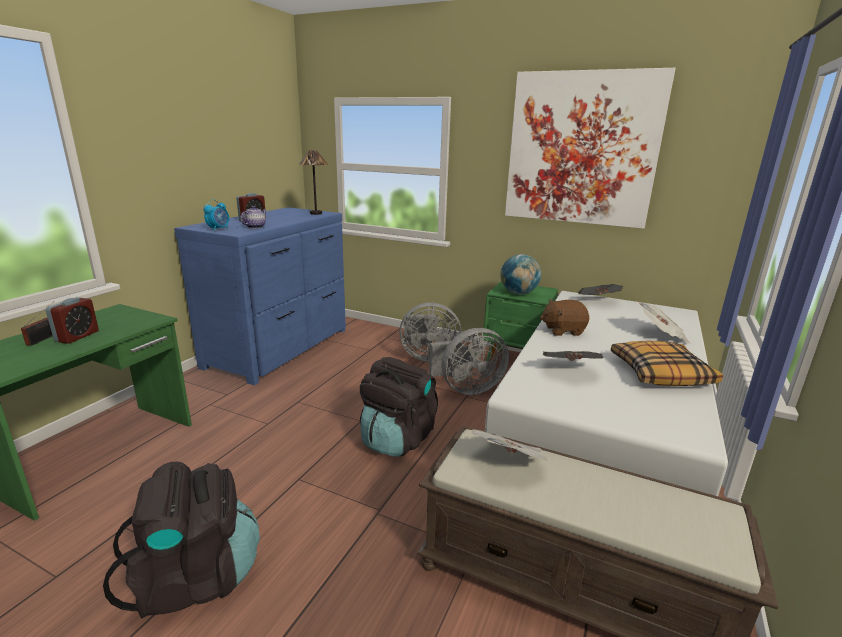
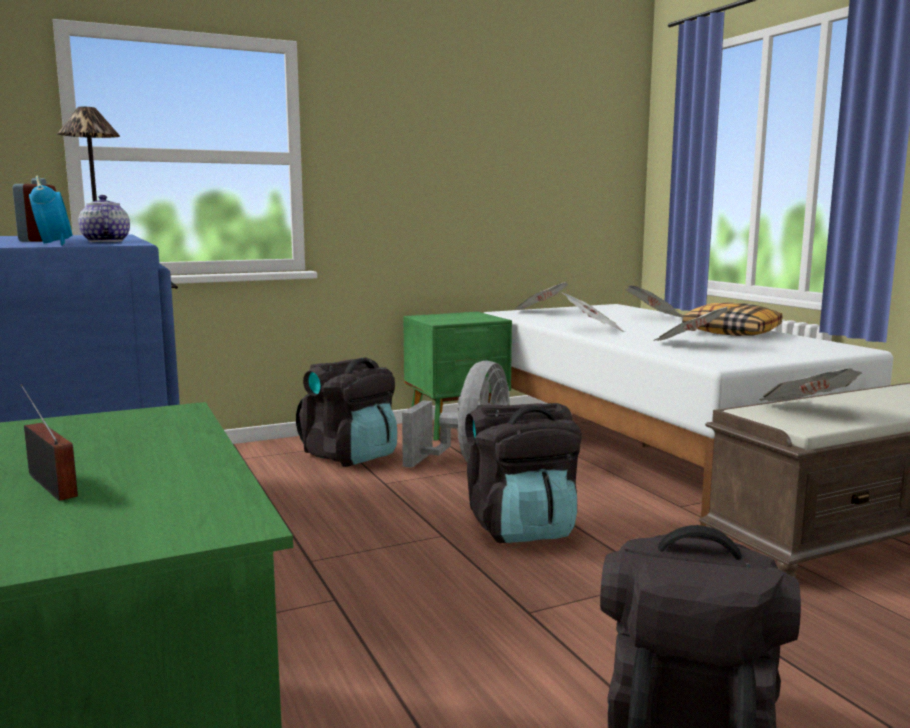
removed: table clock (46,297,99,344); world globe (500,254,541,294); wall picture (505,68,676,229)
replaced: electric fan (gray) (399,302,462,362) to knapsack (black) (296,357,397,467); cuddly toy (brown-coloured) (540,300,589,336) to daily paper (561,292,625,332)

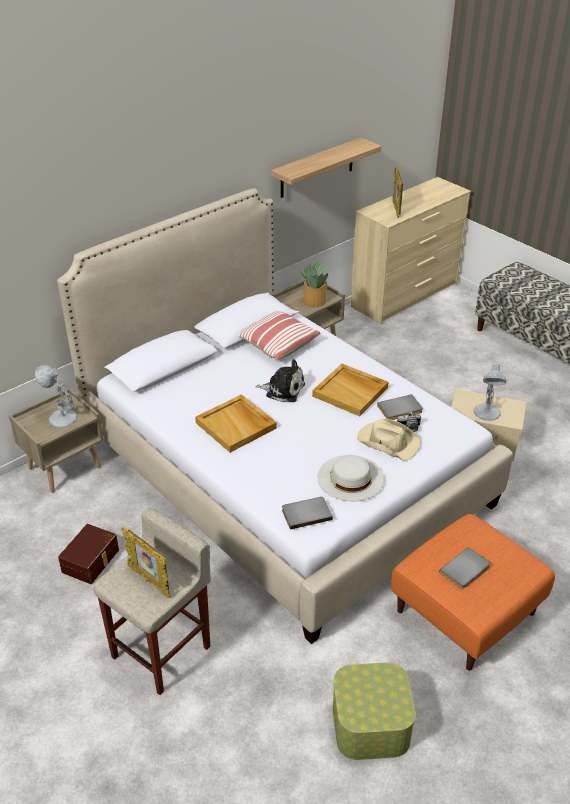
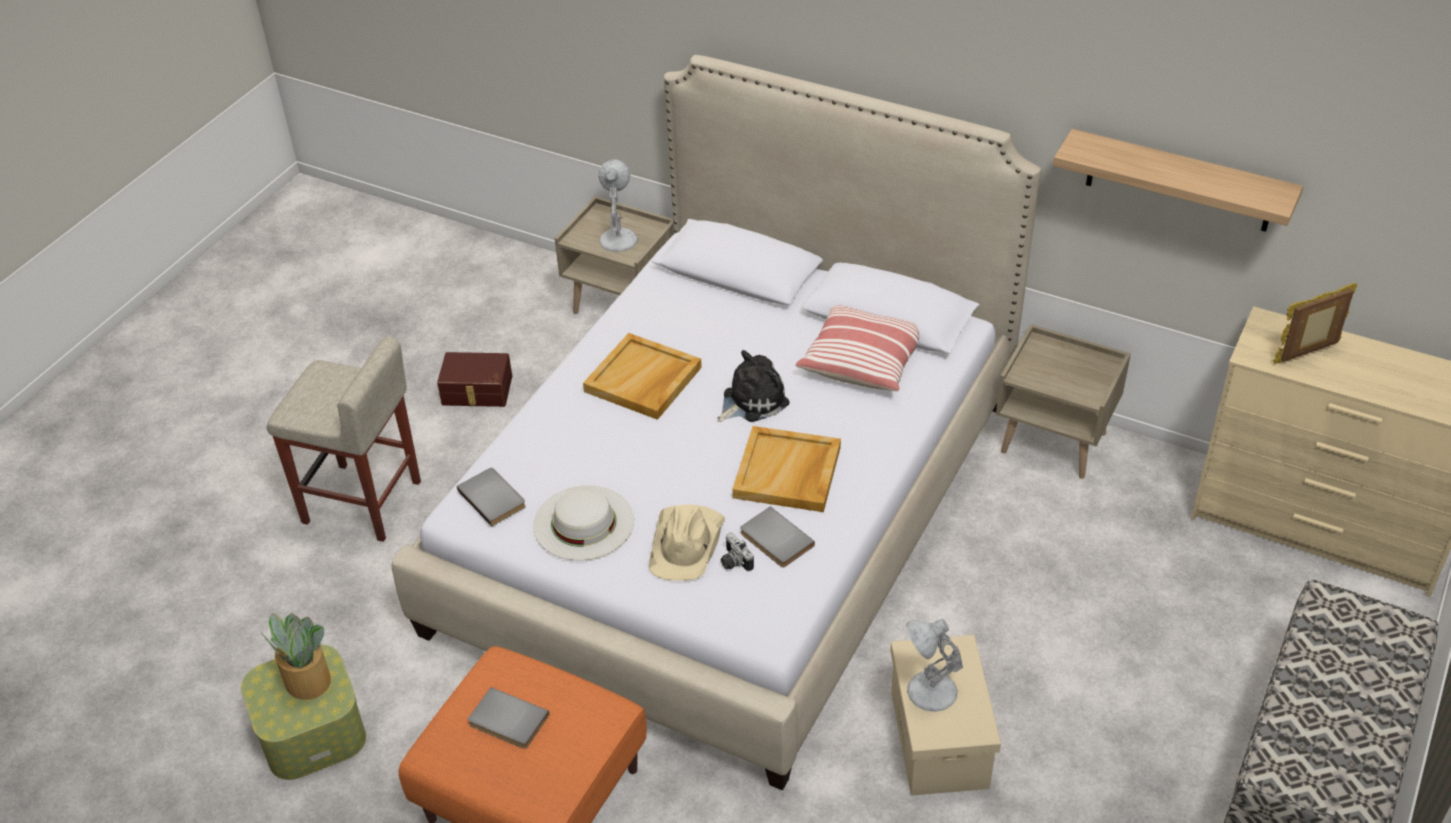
removed: photo frame (122,527,171,598)
moved: houseplant (301,262,329,307) to (260,613,331,700)
turned: cuddly toy (255,359,305,402) = (717,350,789,422) 120 degrees counterclockwise

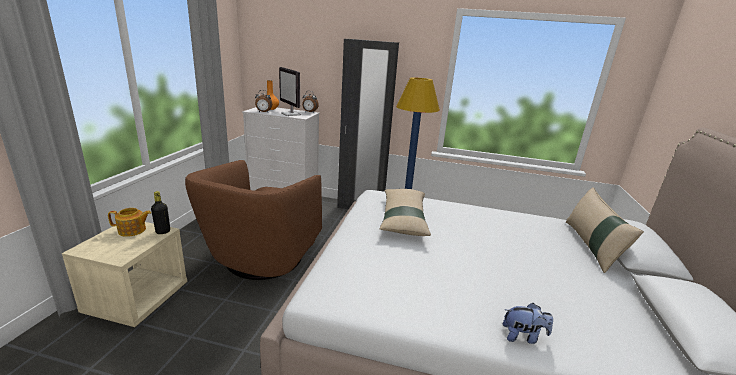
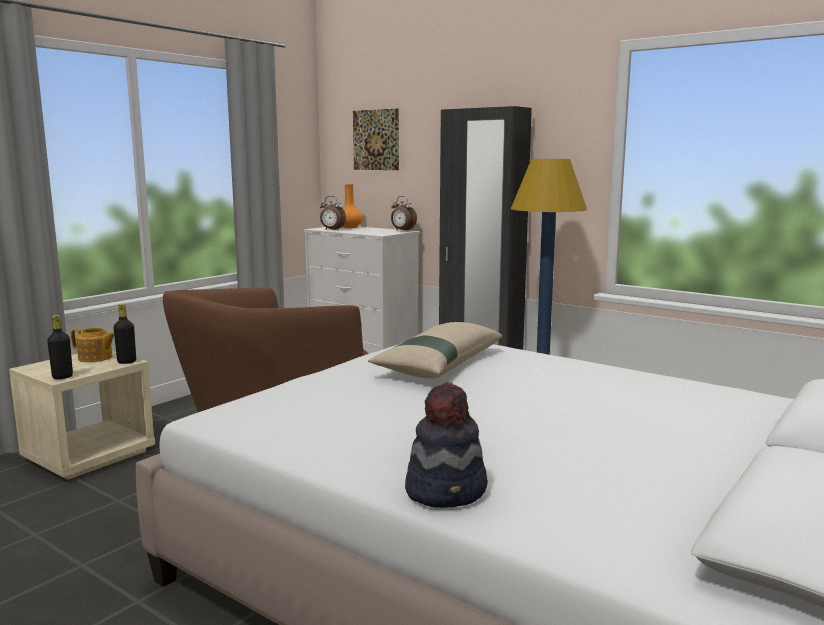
removed: computer display (279,67,301,116); cushion (beige-coloured) (566,187,644,273)
added: beverage bottle (black) (47,315,73,379); wall picture (353,109,399,170)
replaced: cuddly toy (503,303,553,344) to clothing hat (405,382,488,508)

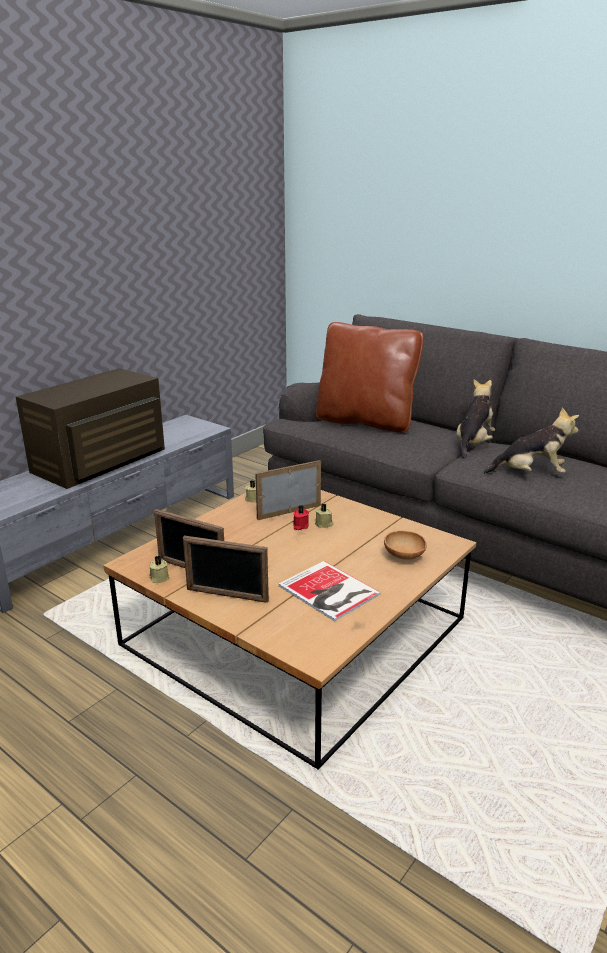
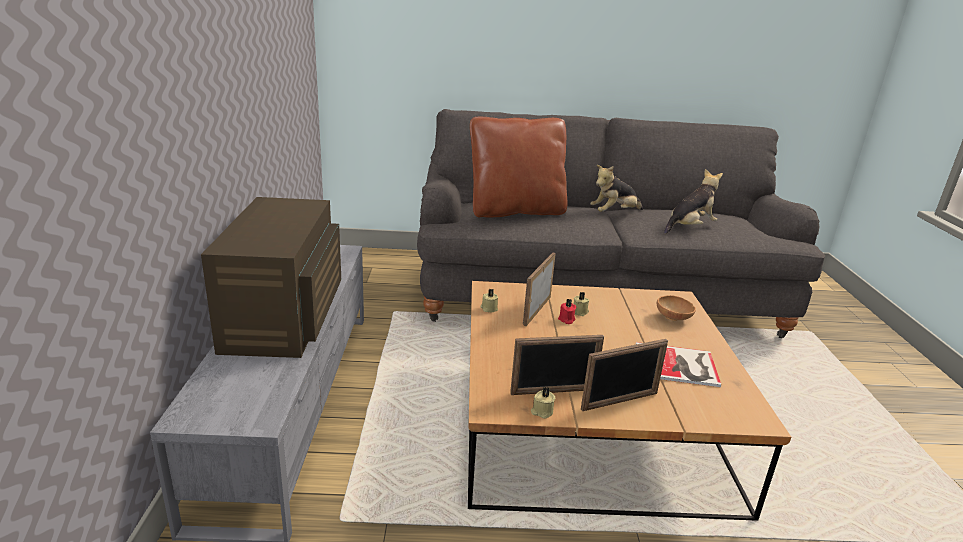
turned: cuddly toy (456,379,495,459) = (590,165,643,212) 105 degrees counterclockwise

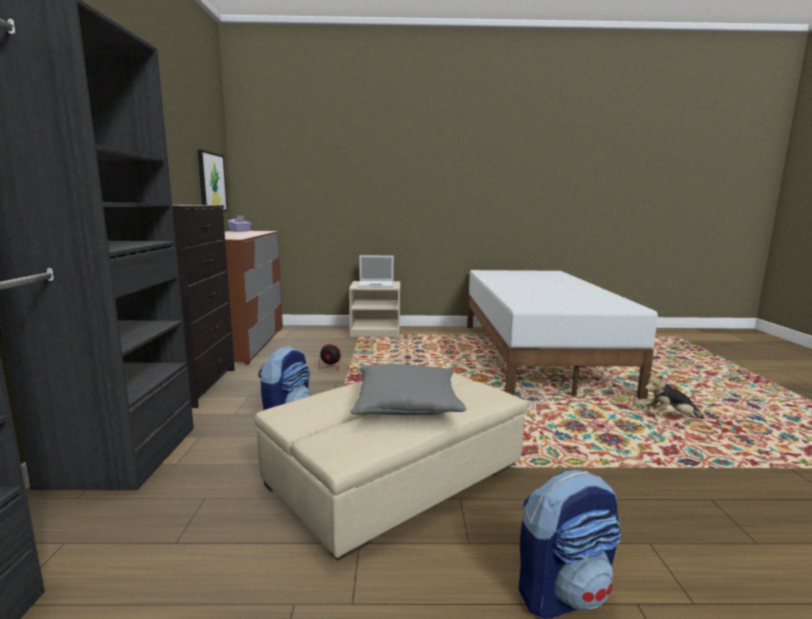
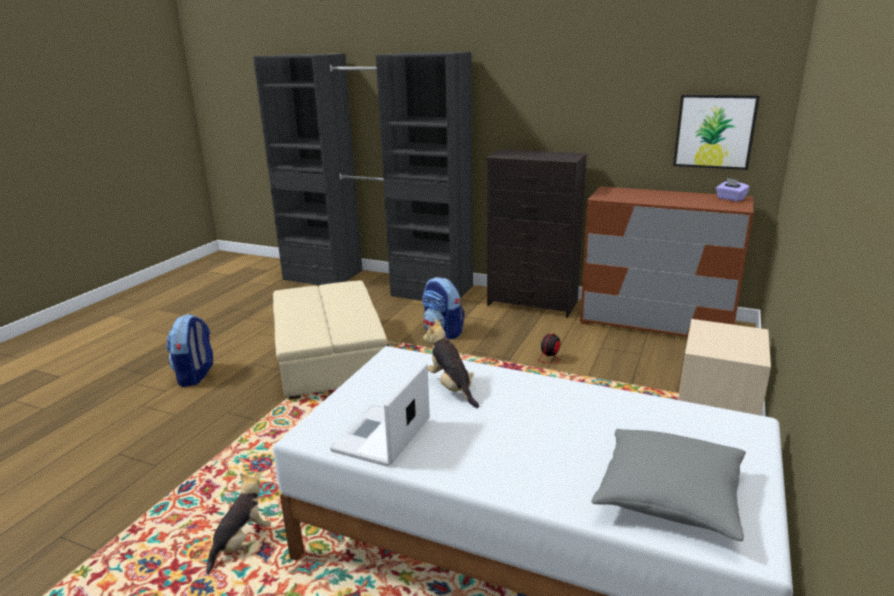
added: cuddly toy (423,319,479,408)
moved: portable computer (357,255,394,288) to (330,363,430,467); cushion (gray) (351,364,466,415) to (591,429,746,541)

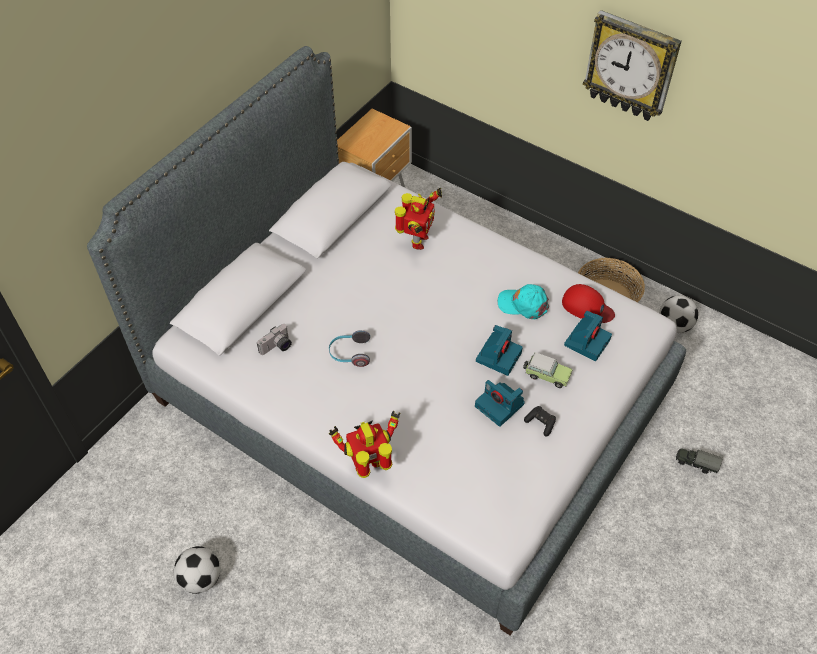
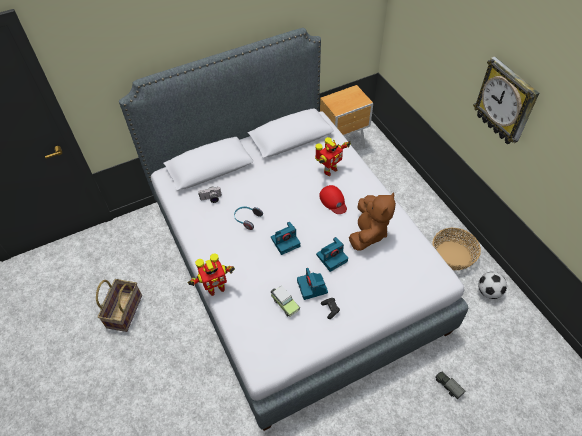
moved: photo camera (564,311,612,361) to (271,222,300,255); miniature car (523,352,573,388) to (271,286,300,317); cap (reddish) (562,284,615,323) to (319,185,347,214)
replaced: football (174,546,221,594) to storage basket (96,279,142,332); cap (turquoise) (498,284,549,319) to cuddly toy (brown-coloured) (349,192,396,250)
turned: model robot (329,411,400,478) = (187,253,235,296) 150 degrees clockwise

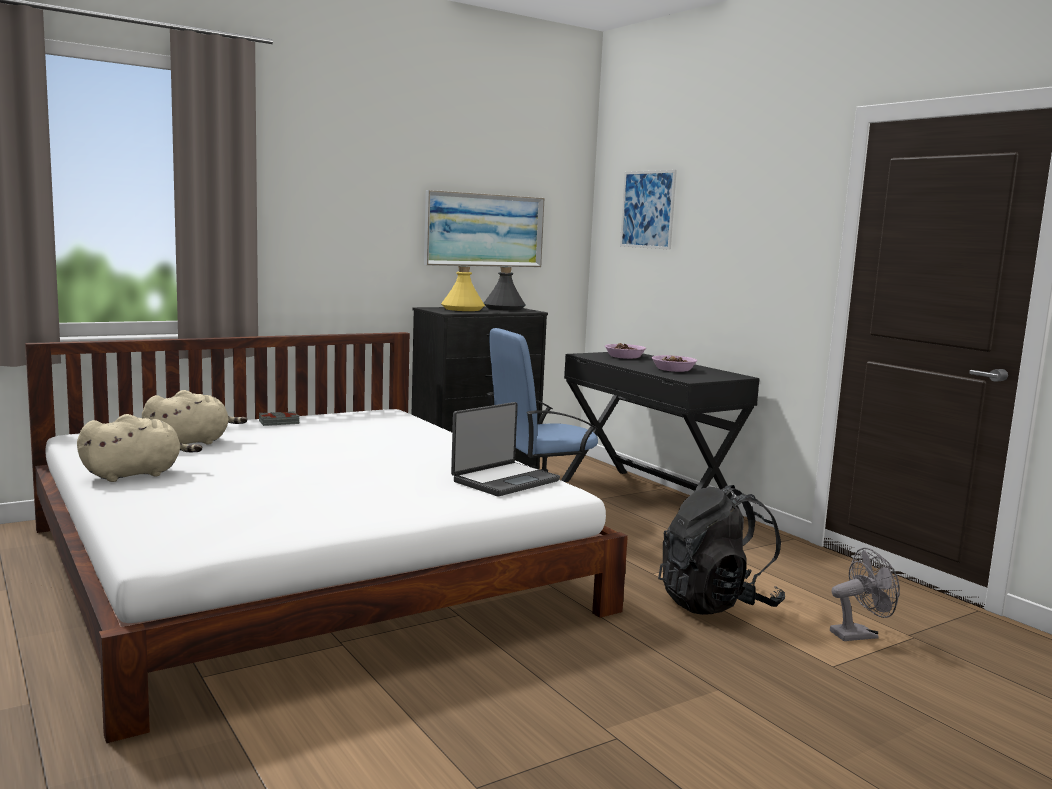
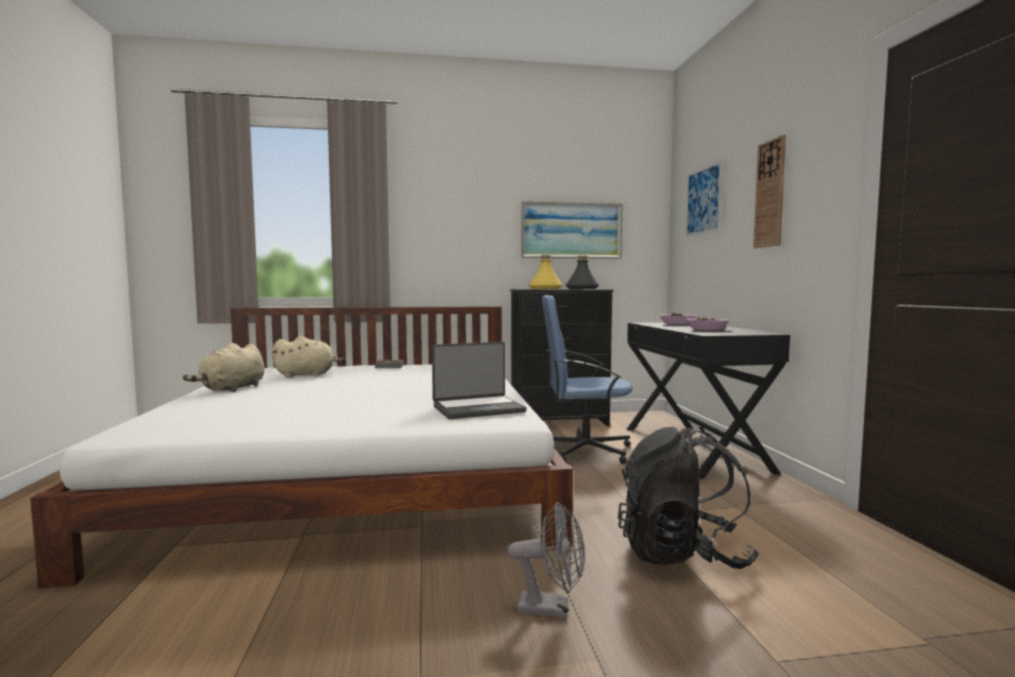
added: wall clock (753,135,786,248)
moved: electric fan (gray) (830,548,900,641) to (507,502,585,618)
turned: cuddly toy (beige-coloured) (77,414,202,482) = (183,343,265,392) 120 degrees clockwise

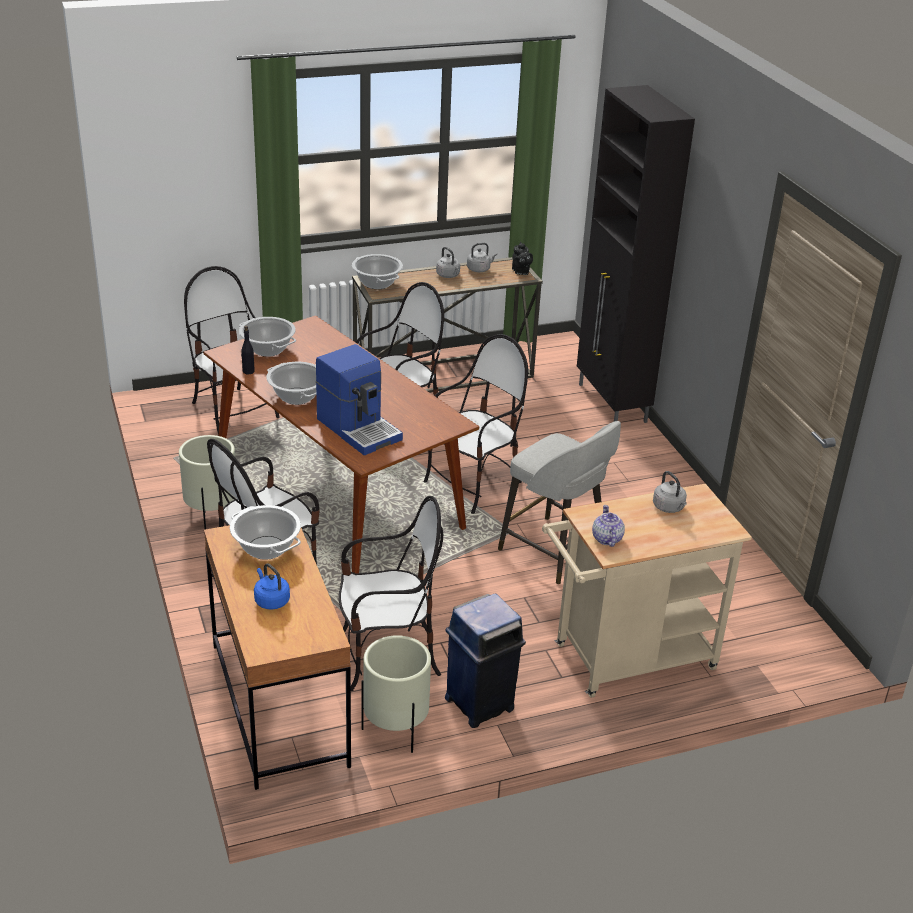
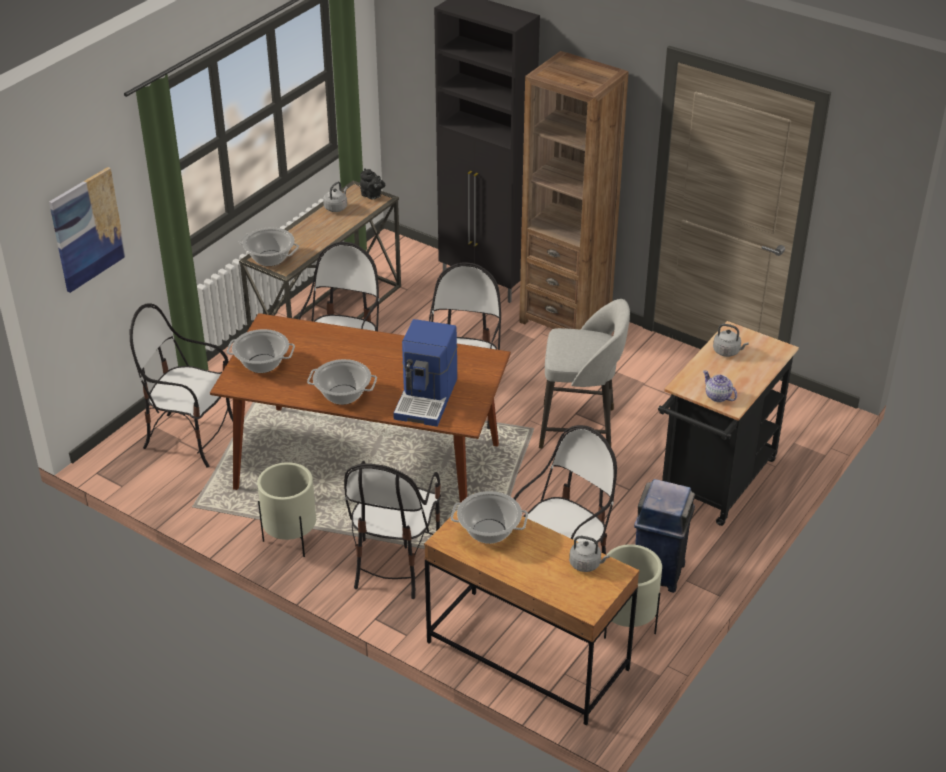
removed: beverage bottle (black) (241,326,255,374); tea kettle (bluish) (254,564,290,610)
added: wall picture (49,167,126,293); shelving unit (brown-coloured) (519,51,629,330)
moved: tea kettle (gray) (436,247,460,278) to (569,536,610,572)
recoloured: trolley (beige-coloured) (542,483,752,698) to trolley (black) (658,321,799,526)
turned: coffee machine (316,344,403,456) = (393,319,457,427) 90 degrees clockwise

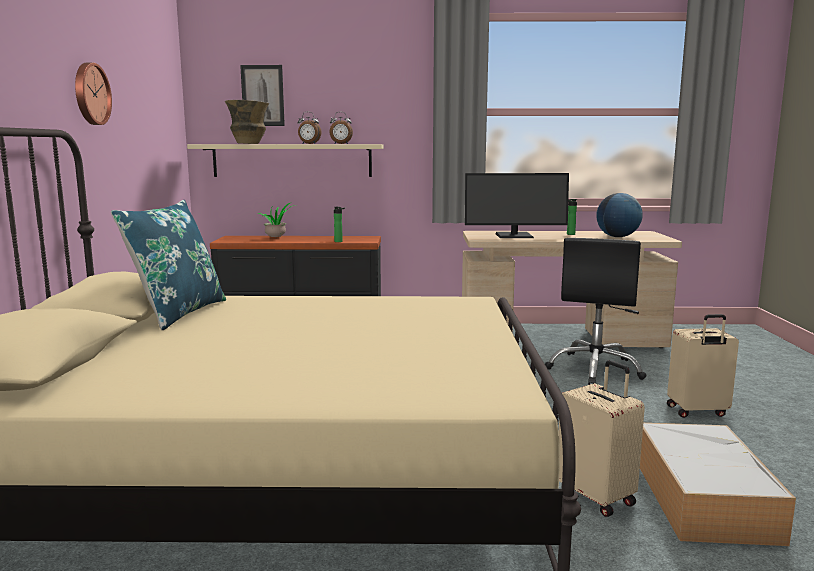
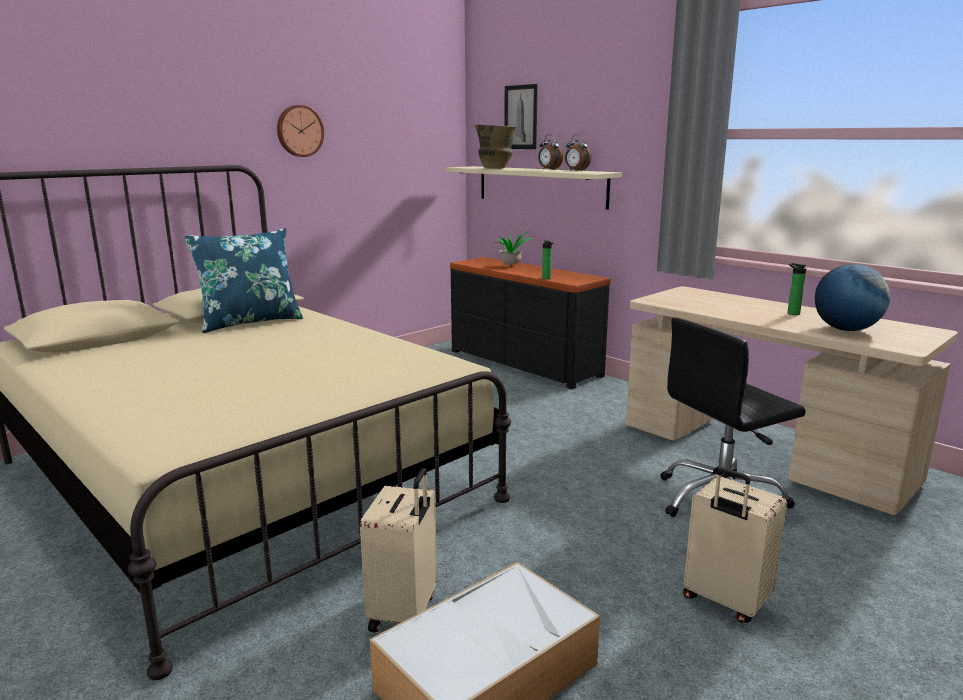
removed: computer display (465,173,569,238)

